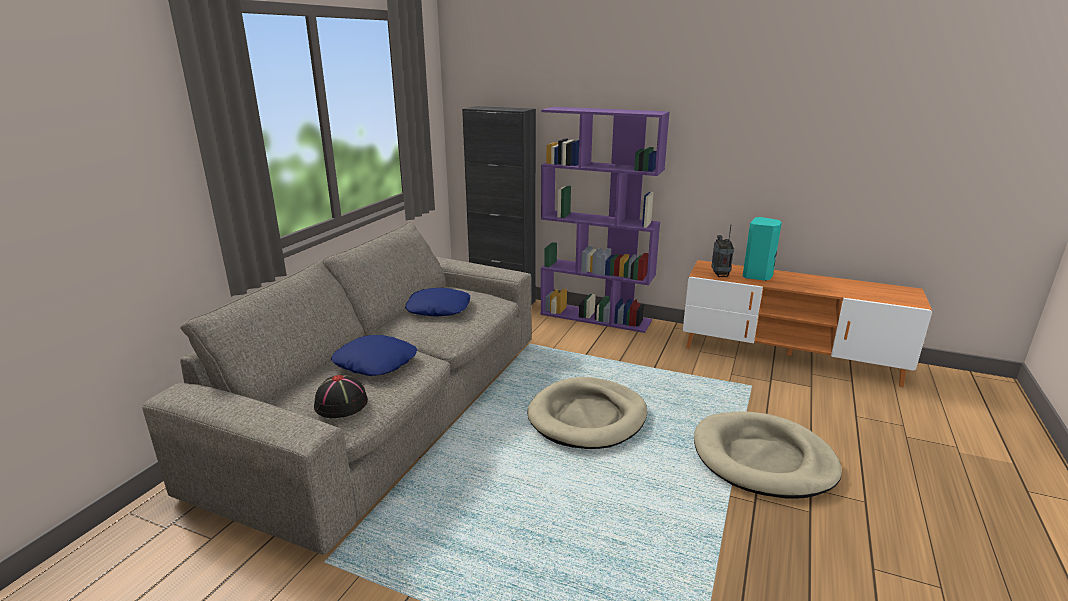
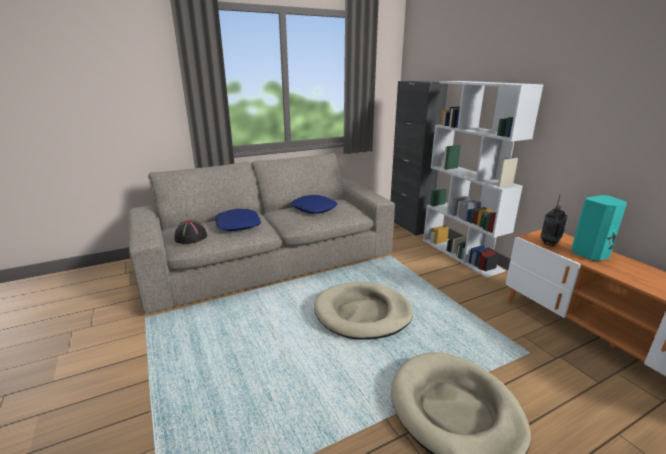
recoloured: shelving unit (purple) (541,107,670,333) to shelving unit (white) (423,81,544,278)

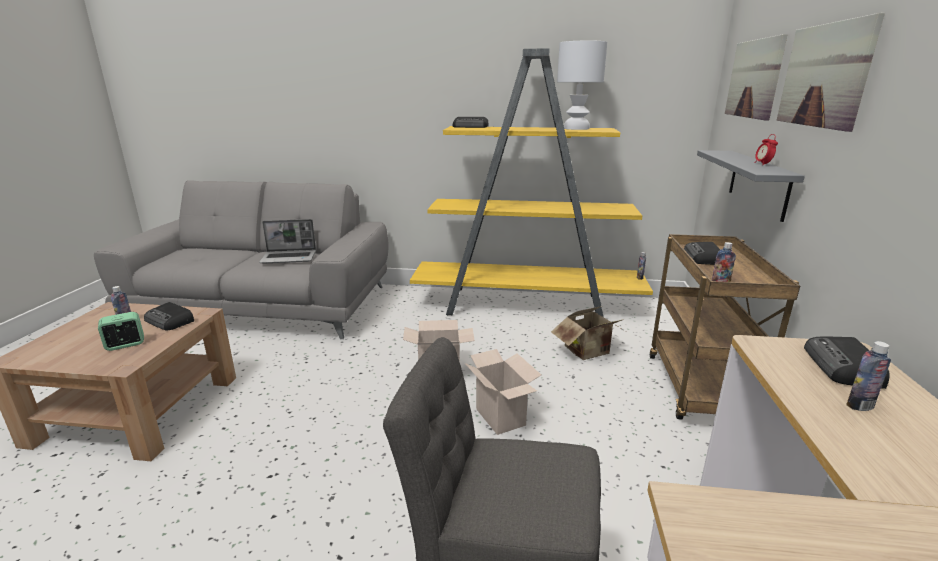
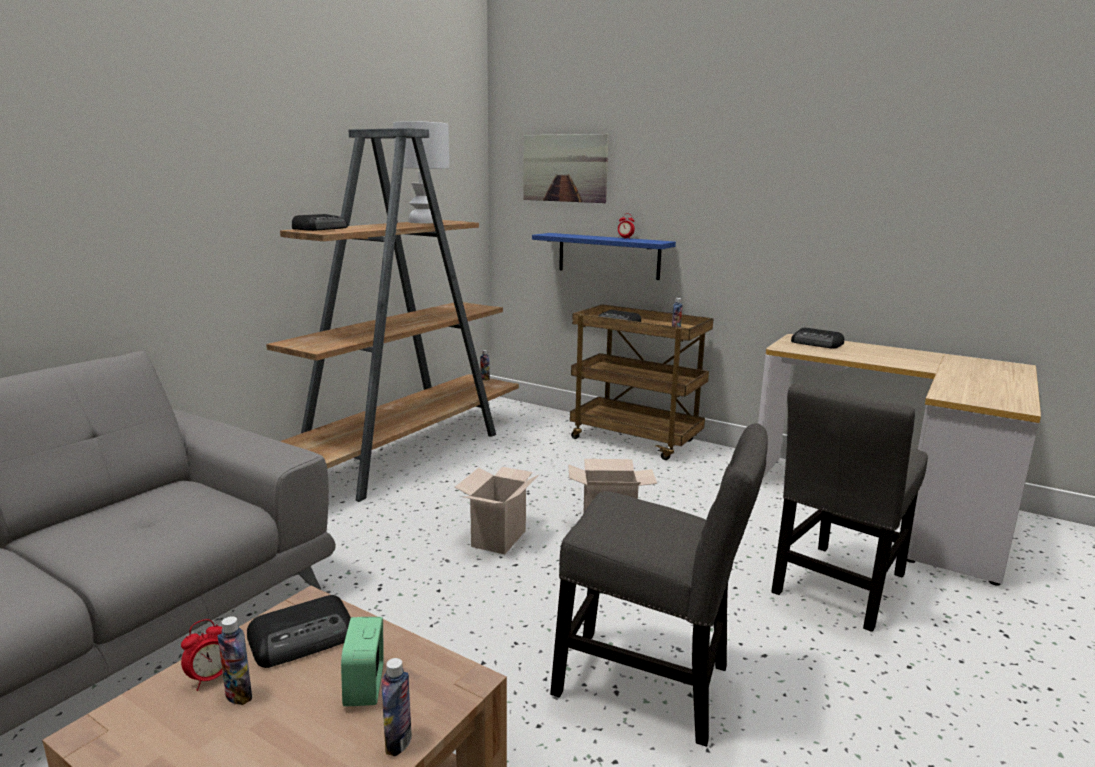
removed: portable computer (259,219,316,264); carton (551,306,624,360); wall picture (776,13,885,132)
added: table clock (181,619,223,691); plain chair (gray) (550,423,768,747)
moved: beverage bottle (846,341,891,411) to (381,658,412,756)
recoloured: shelving unit (yellow-coloured) (410,48,653,317) to shelving unit (brown-coloured) (266,128,519,502); bracket shelf (gray) (697,150,805,222) to bracket shelf (bluish) (532,233,676,280)

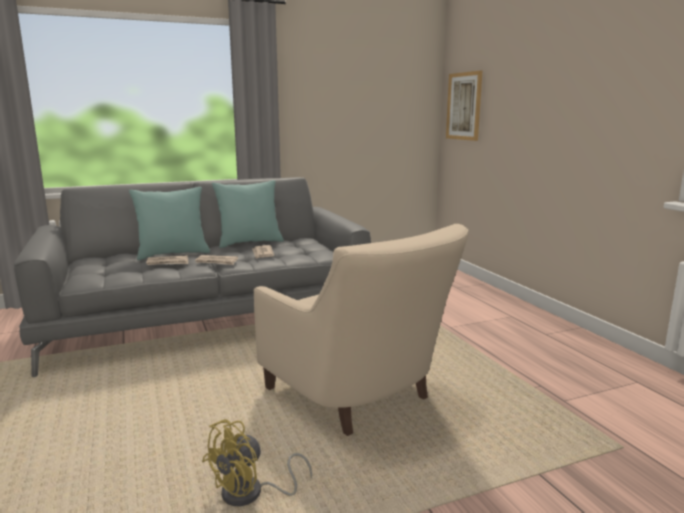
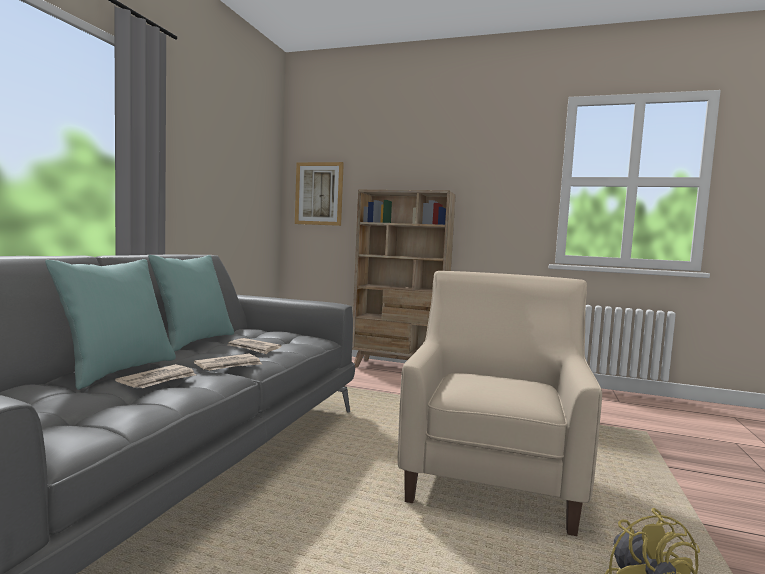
added: shelving unit (beige-coloured) (352,190,456,367)
turned: lounge chair (beige-coloured) (254,224,469,436) = (398,271,602,536) 75 degrees counterclockwise

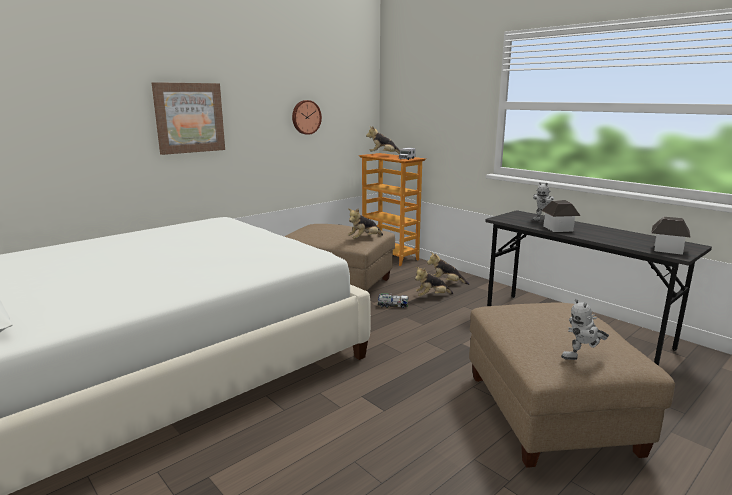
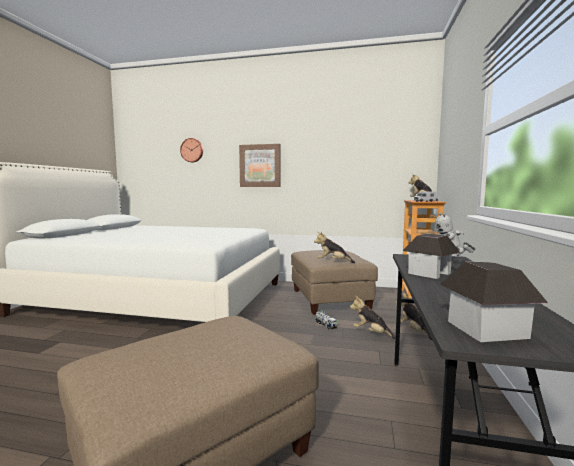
removed: model robot (561,299,609,360)
moved: wall clock (292,100,322,135) to (180,138,203,162)

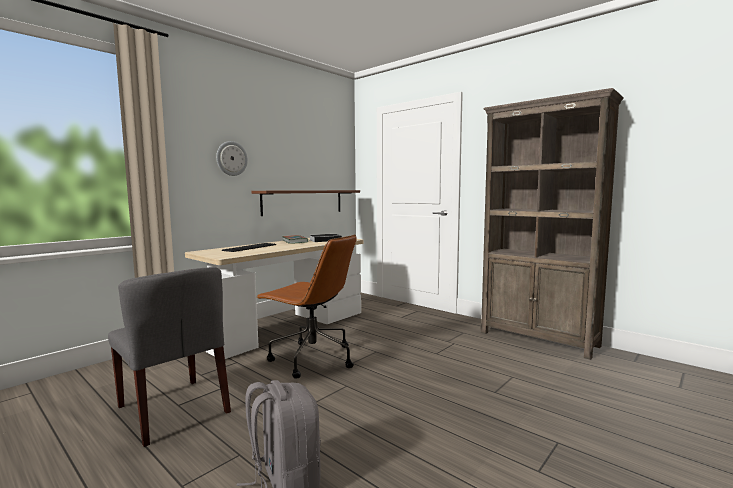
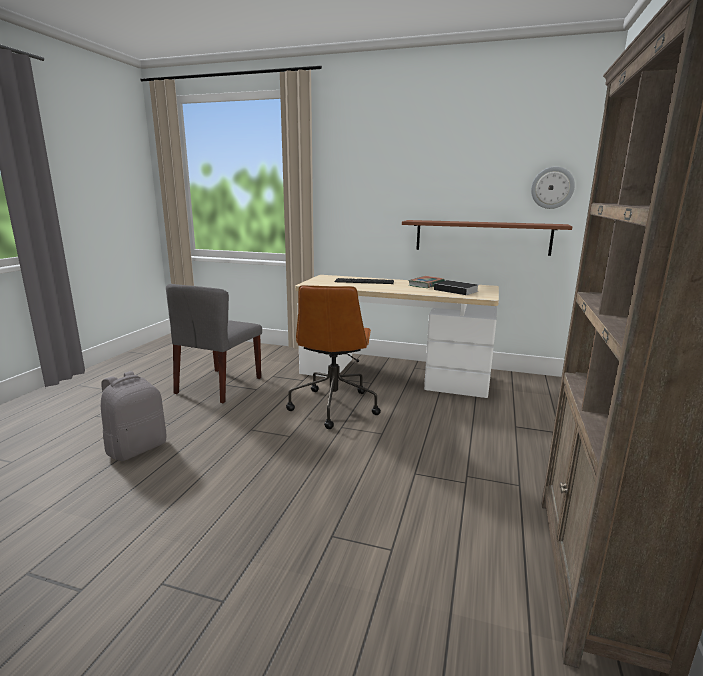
moved: wall clock (216,141,248,176) to (531,167,575,209)

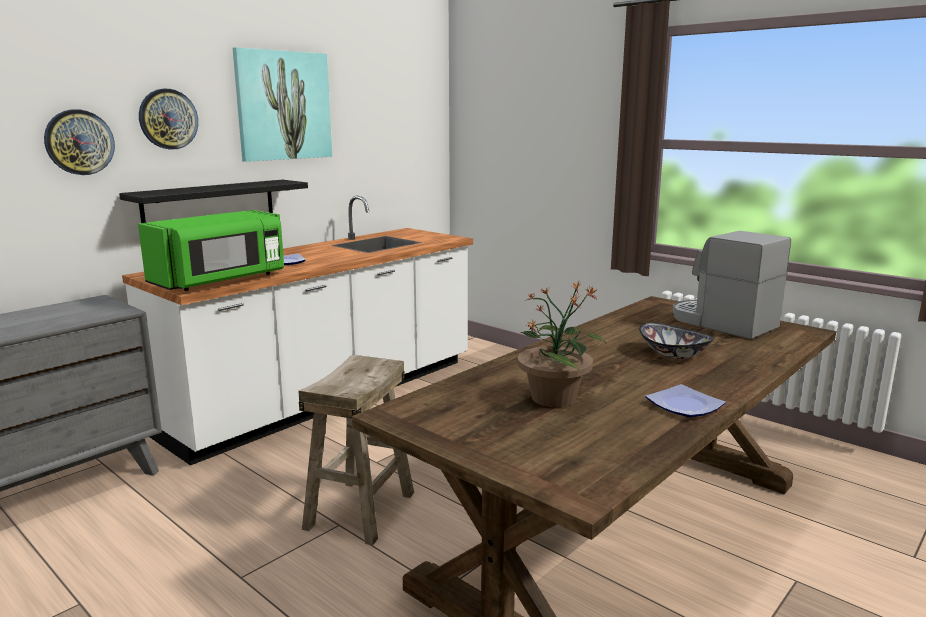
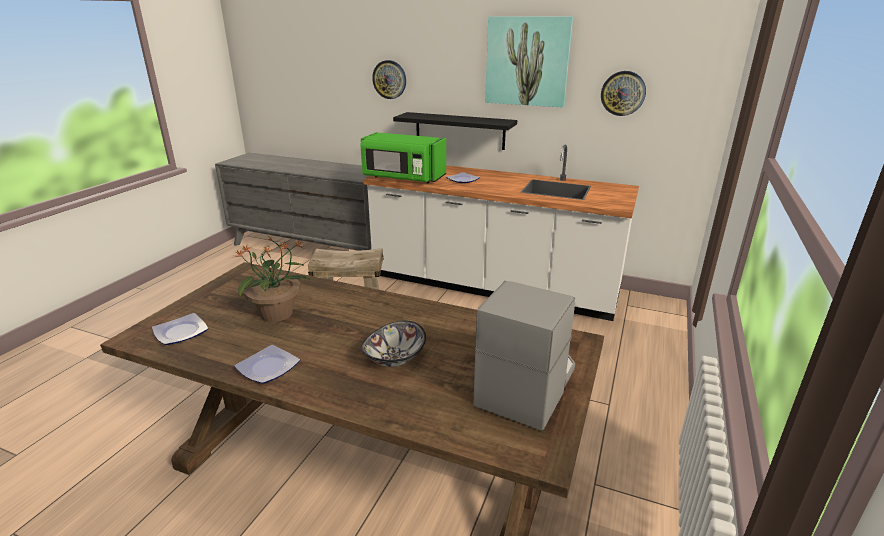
added: plate (152,313,208,345)
moved: wall clock (139,89,198,150) to (601,71,646,116)

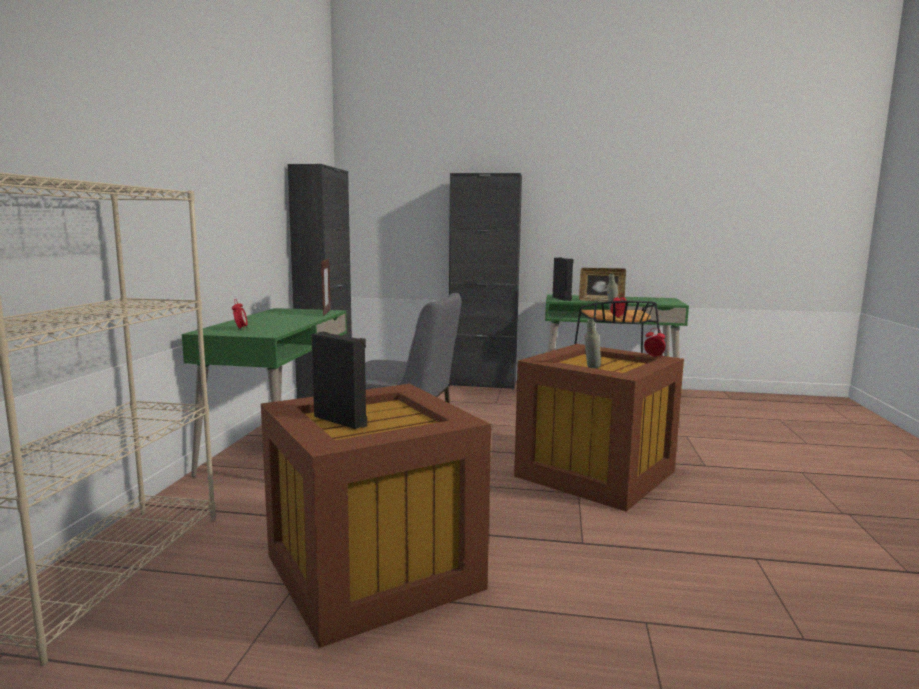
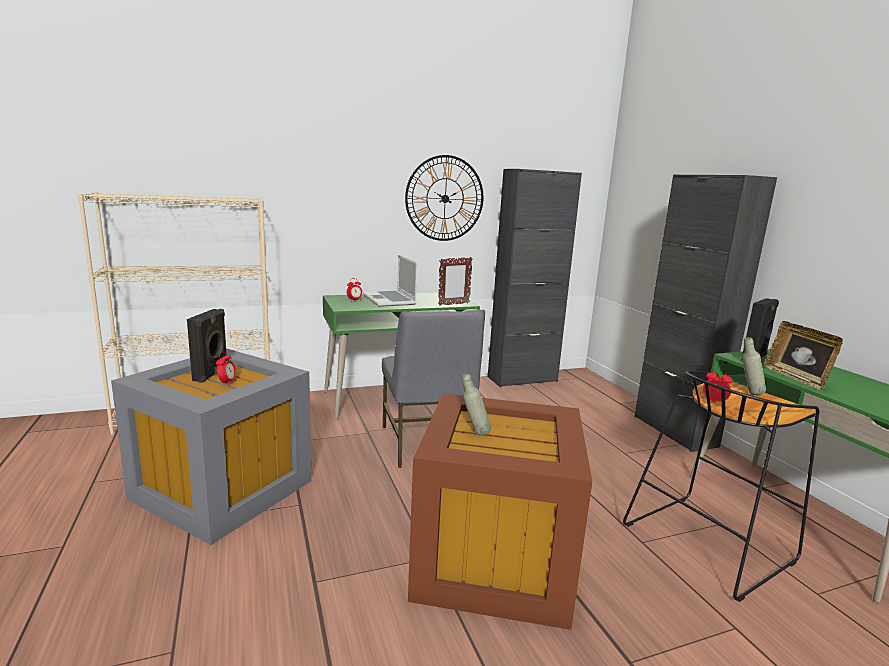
added: portable computer (363,255,417,307); wall clock (405,155,483,241)
moved: table clock (644,328,666,357) to (216,352,236,386)
recoloured: storage container (brown-coloured) (261,384,491,648) to storage container (gray) (111,348,312,545)

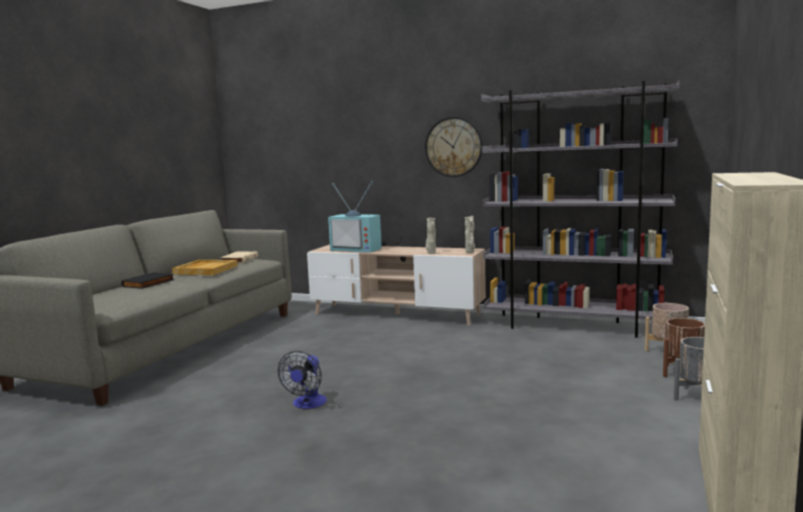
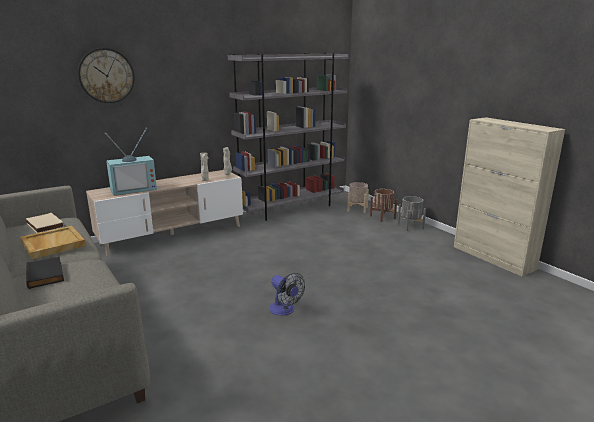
moved: wall clock (425,117,483,177) to (78,48,135,103)

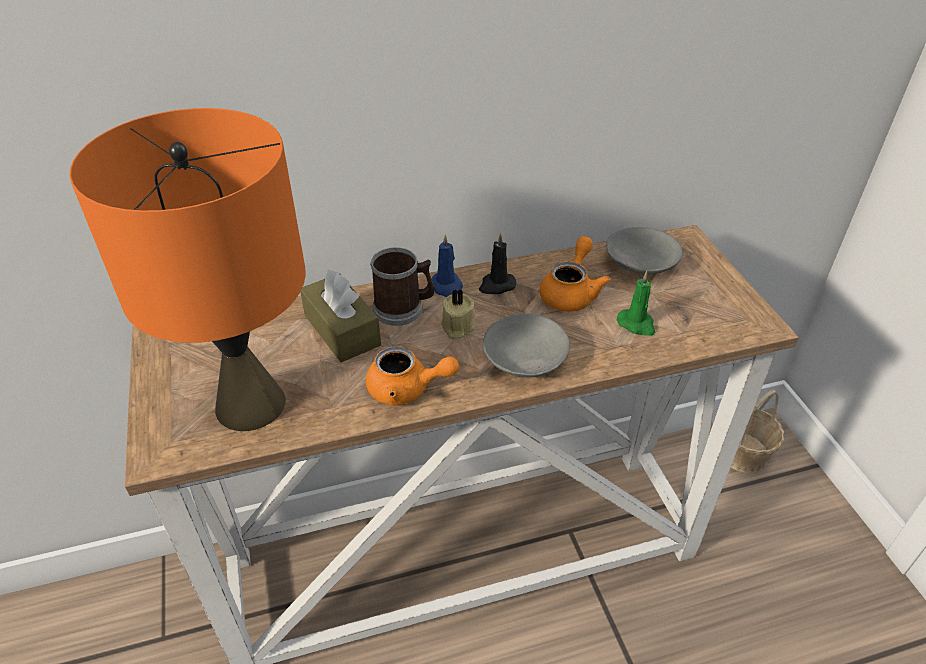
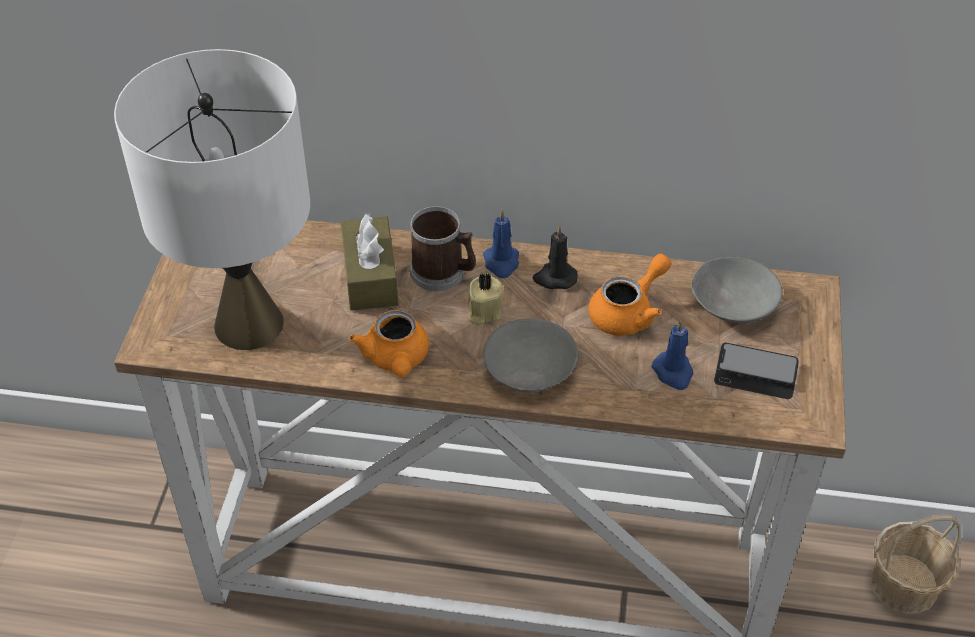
added: handset (714,343,799,399)
recoloured: tabletop lamp (orange-coloured) (70,108,306,431) to tabletop lamp (white) (114,49,310,350); candle (green) (617,271,655,336) to candle (bluish) (651,319,693,390)
turned: teapot (orange-coloured) (366,346,459,406) = (349,310,429,377) 45 degrees clockwise

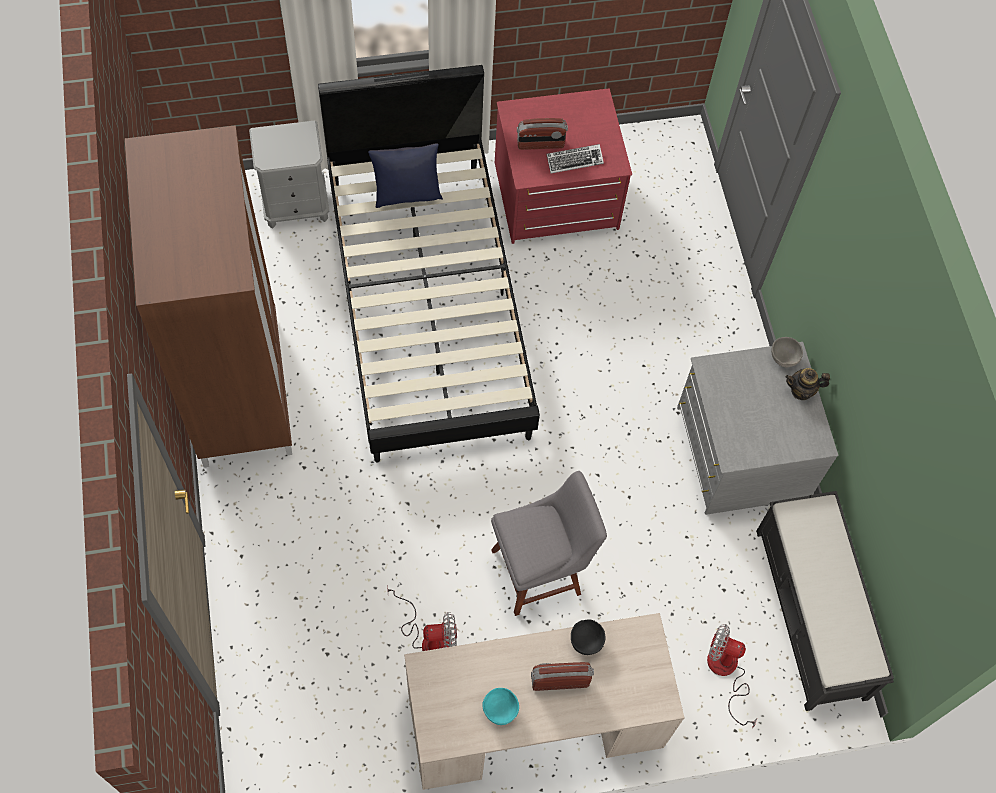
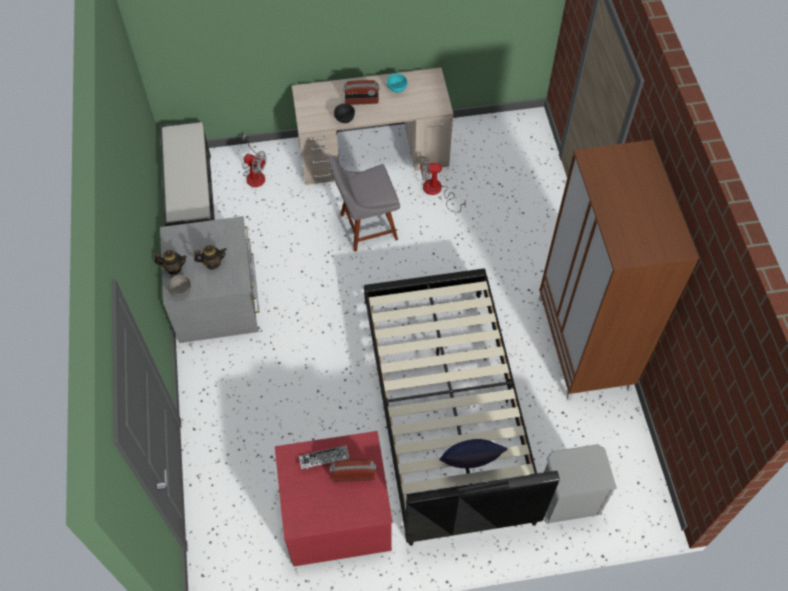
added: teapot (194,245,227,270)

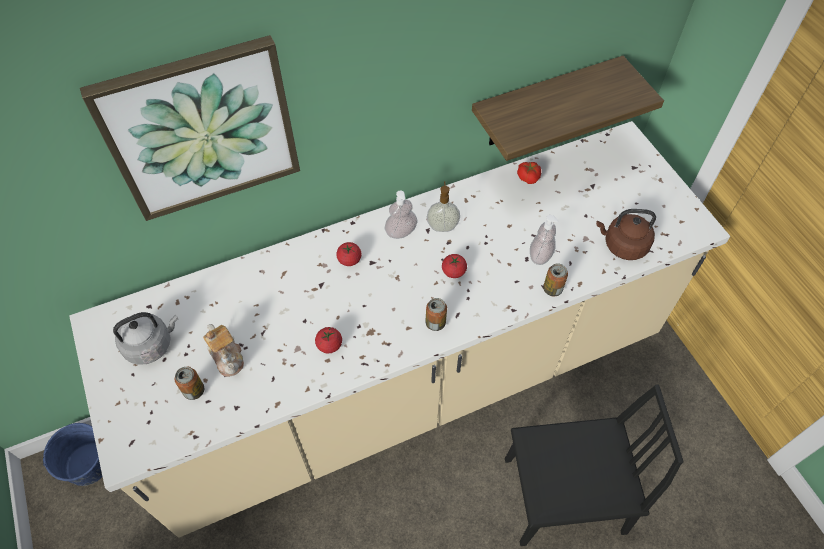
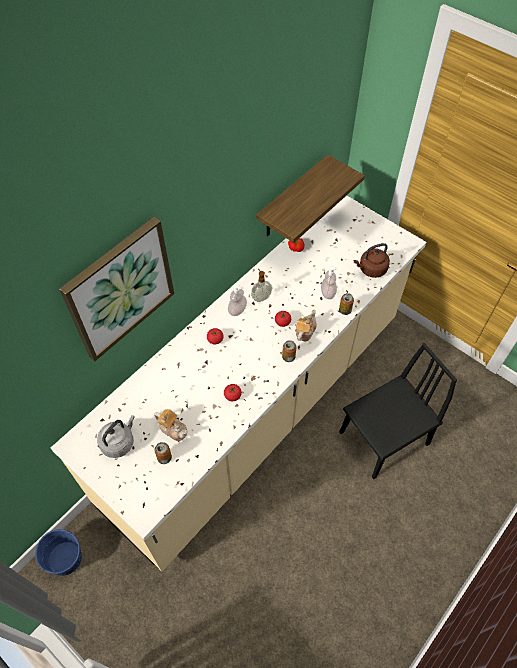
added: teapot (295,310,317,341)

